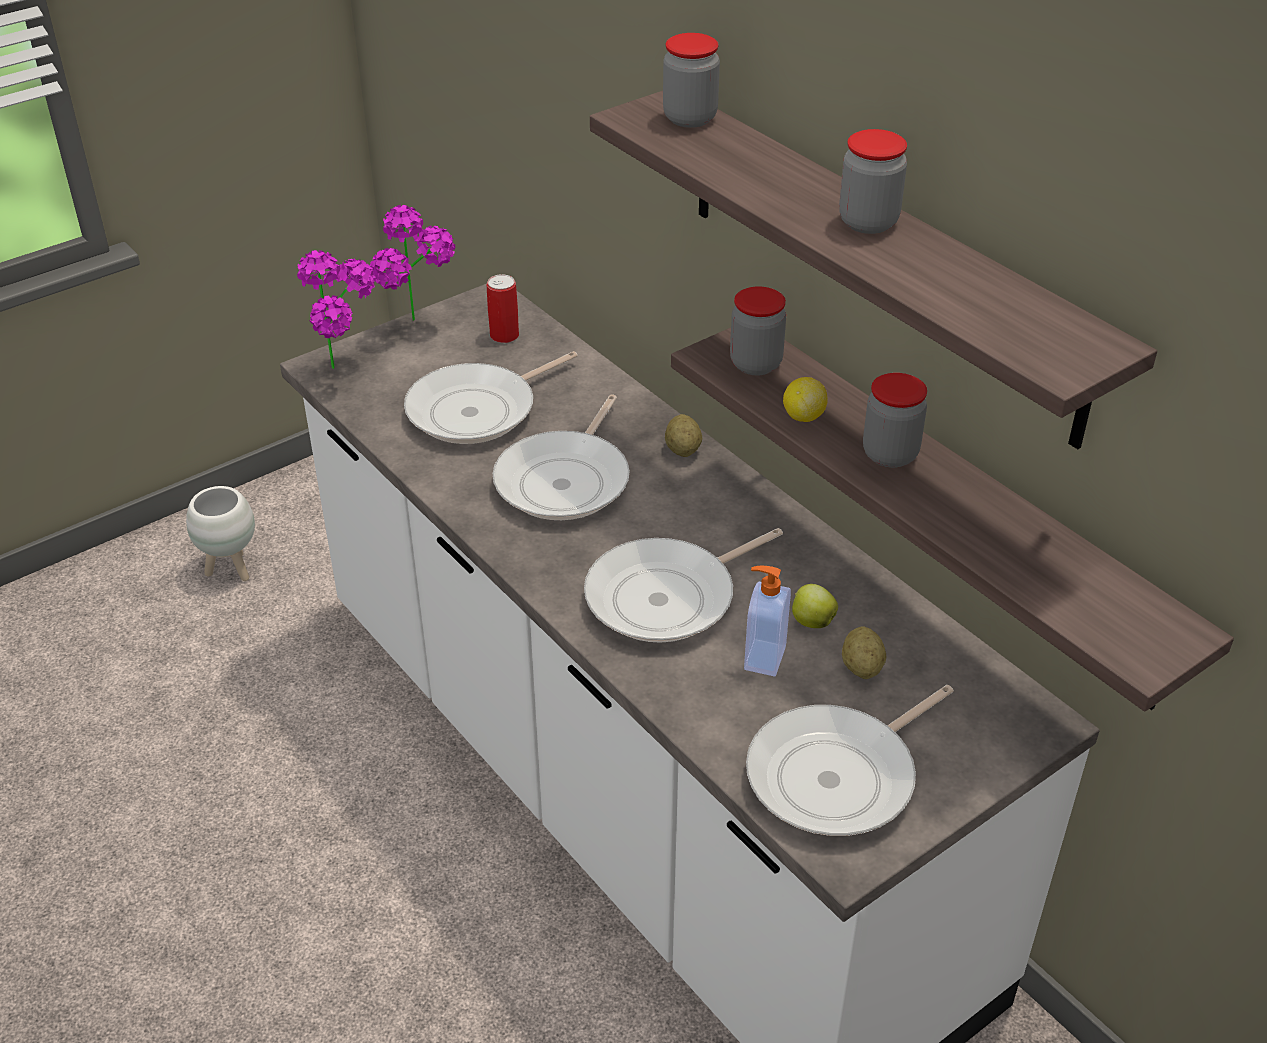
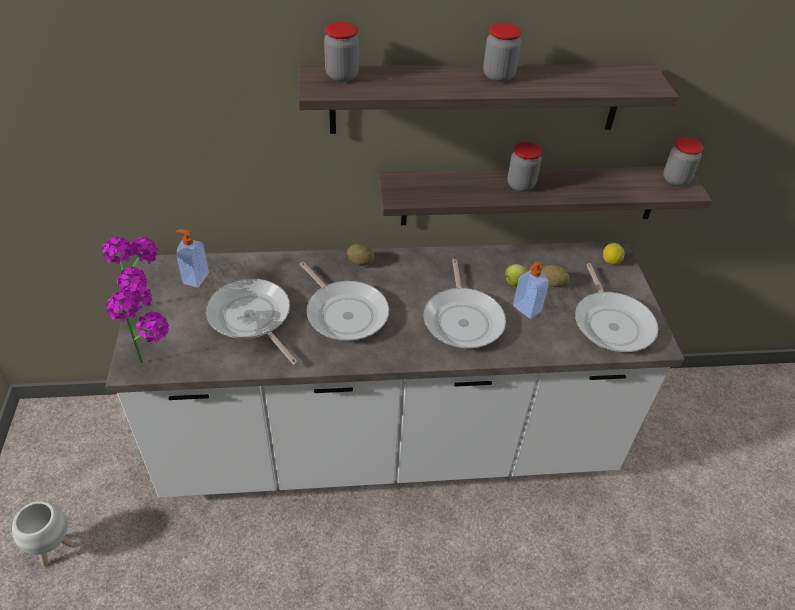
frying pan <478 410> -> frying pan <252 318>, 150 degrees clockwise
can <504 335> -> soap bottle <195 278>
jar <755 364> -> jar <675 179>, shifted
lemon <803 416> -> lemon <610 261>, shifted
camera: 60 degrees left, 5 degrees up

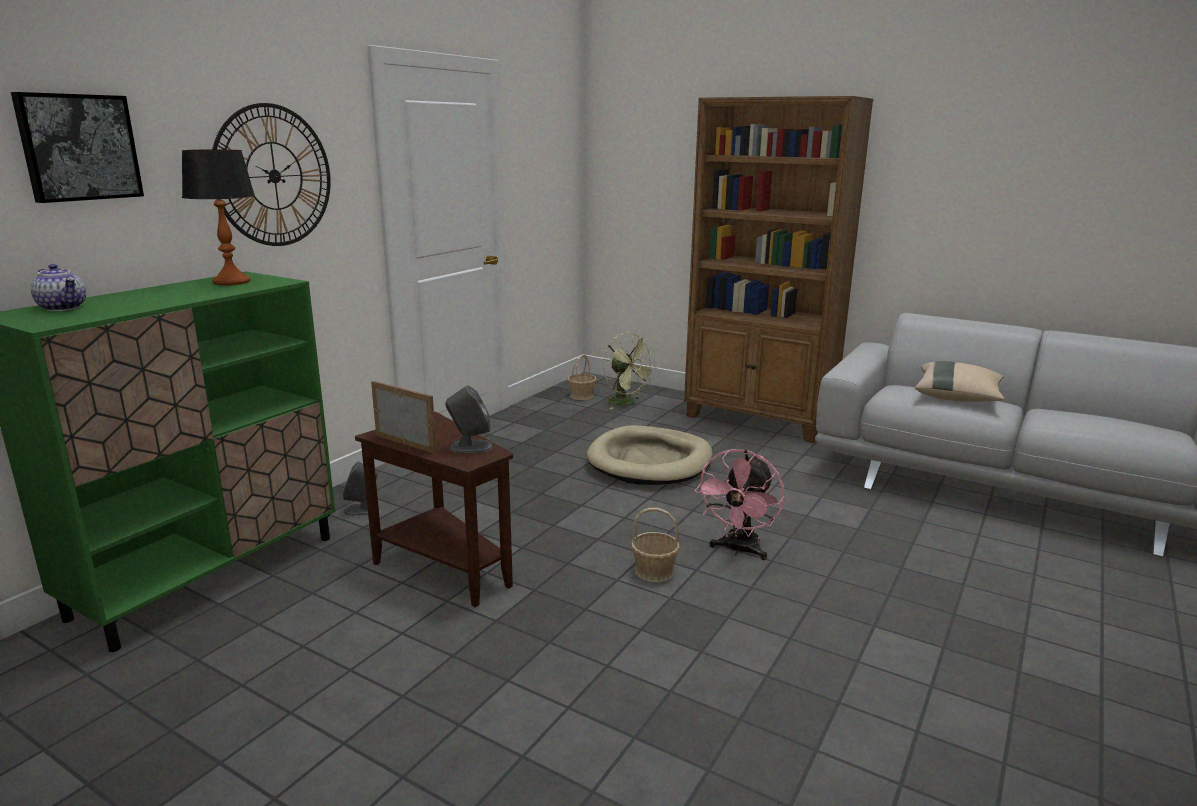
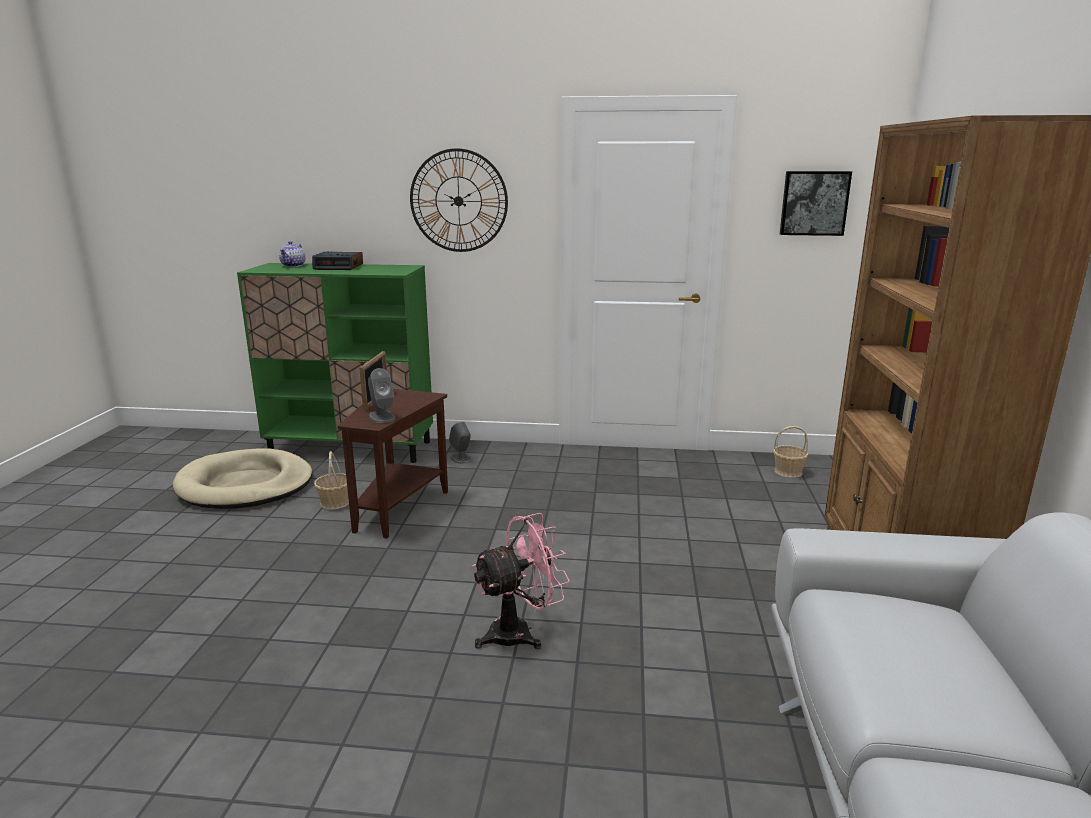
wall art <78 147> -> wall art <814 203>, shifted
tabletop lamp <231 282> -> none
beige-coloured dog cushion <650 461> -> beige-coloured dog cushion <245 485>, shifted
green fan <626 403> -> none
basket <654 571> -> basket <335 502>, shifted
pinkish fan <738 550> -> pinkish fan <520 632>, 150 degrees clockwise
beige-coloured pillow <957 398> -> none
none -> alarm clock <339 267>
camera: 65 degrees right, 0 degrees up

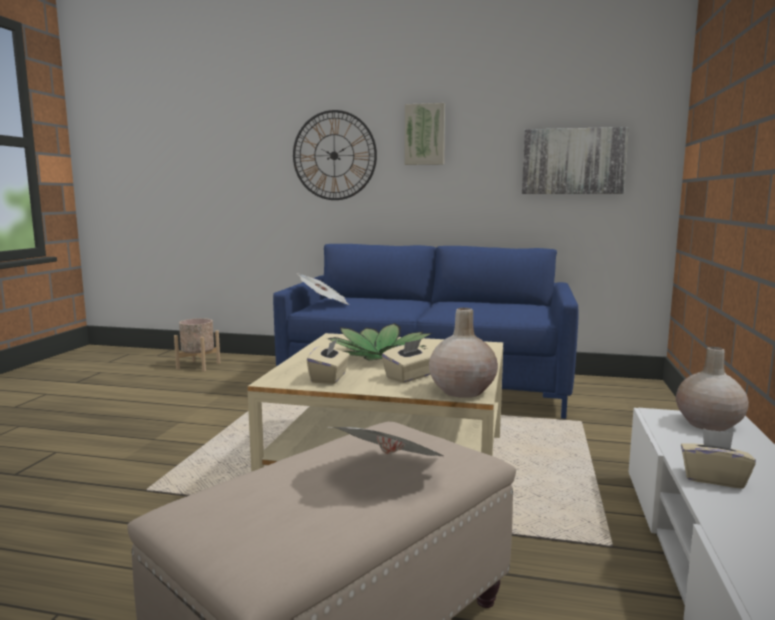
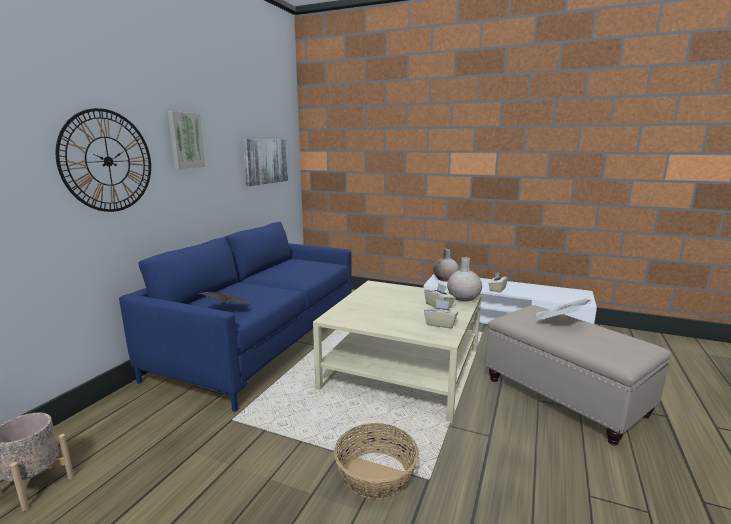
houseplant <380 355> -> none
none -> basket <375 474>
camera: 80 degrees left, 5 degrees up

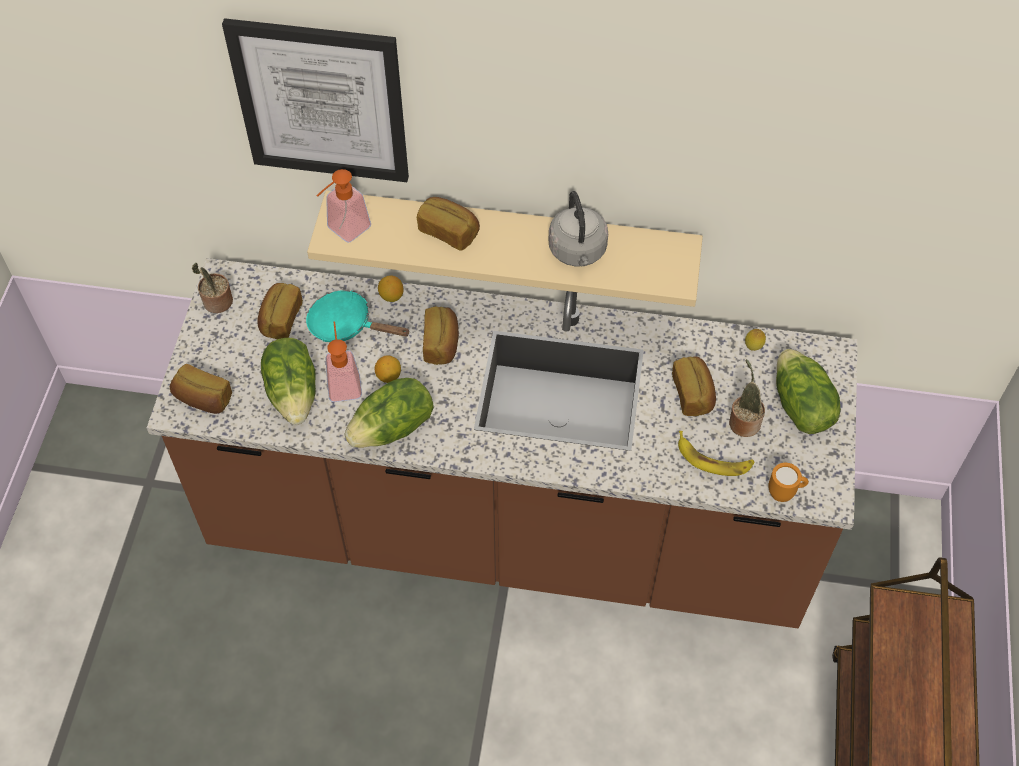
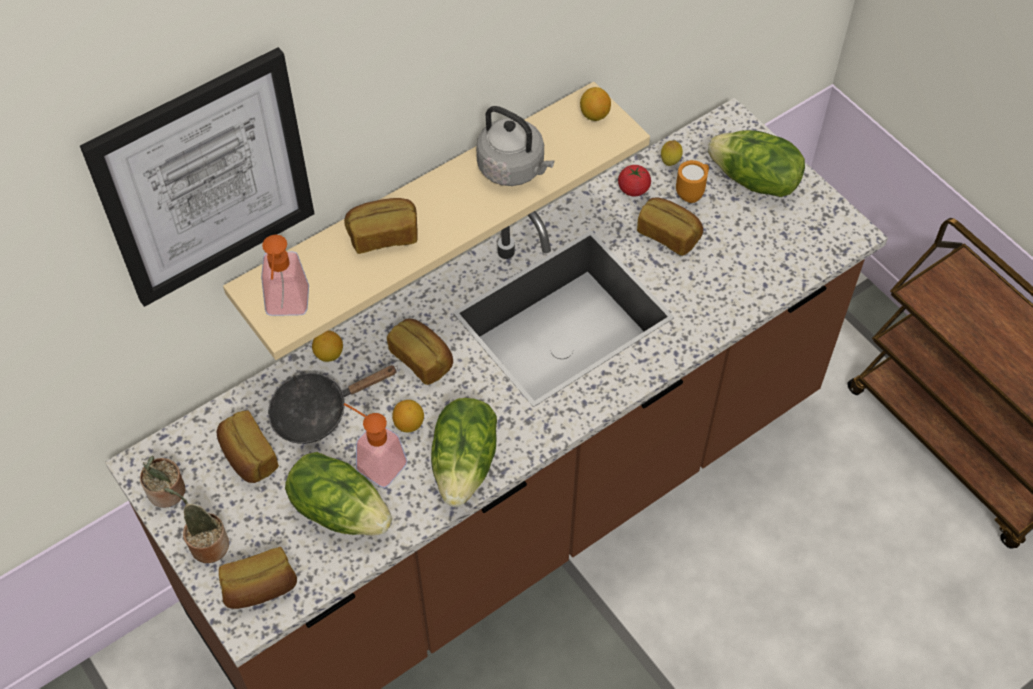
turquoise frying pan <346 325> -> black frying pan <318 412>
whole banana <713 459> -> none
houseplant <743 421> -> houseplant <207 544>, shifted
orange tea mug <785 493> -> orange tea mug <692 193>, shifted
none -> lemon <594 115>
none -> fresh tomato <633 189>
camera: 45 degrees left, 0 degrees up

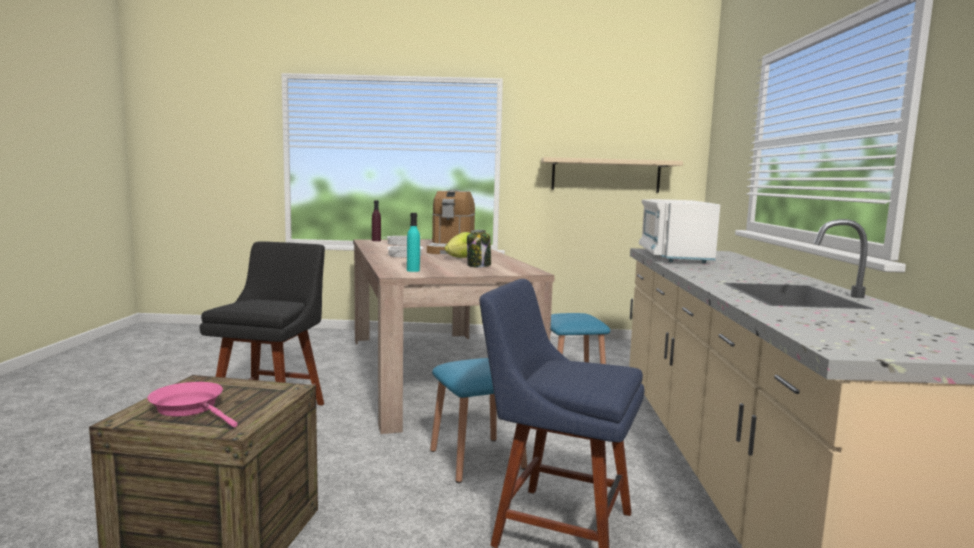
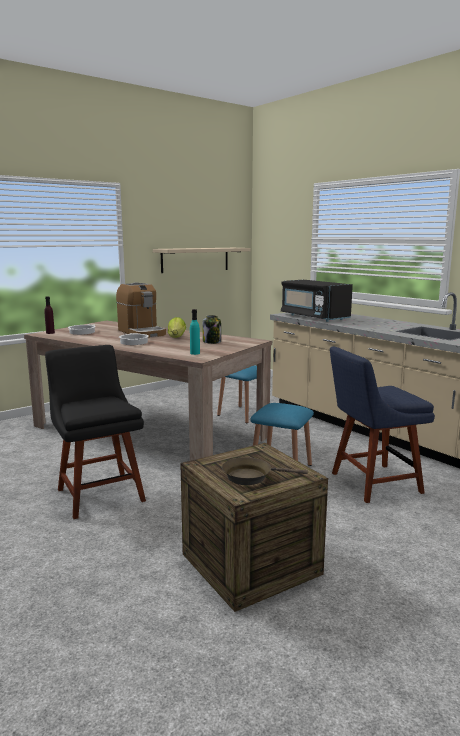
pinkish frying pan <191 408> -> brownish frying pan <251 476>
white-coloured microwave oven <674 256> -> black microwave oven <313 317>
camera: 40 degrees left, 5 degrees up

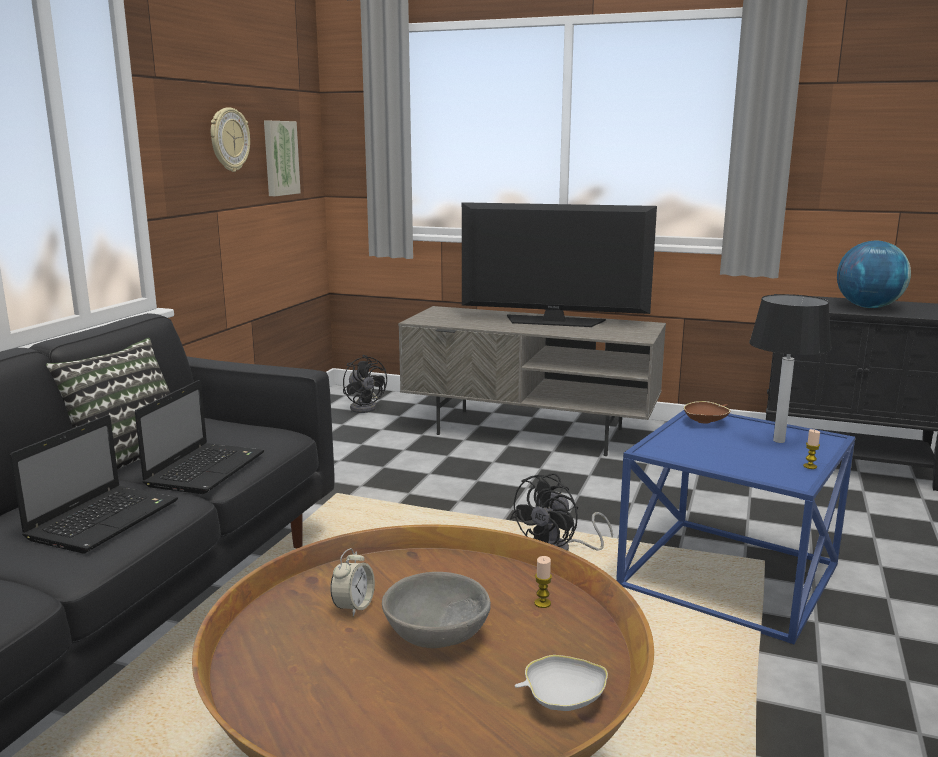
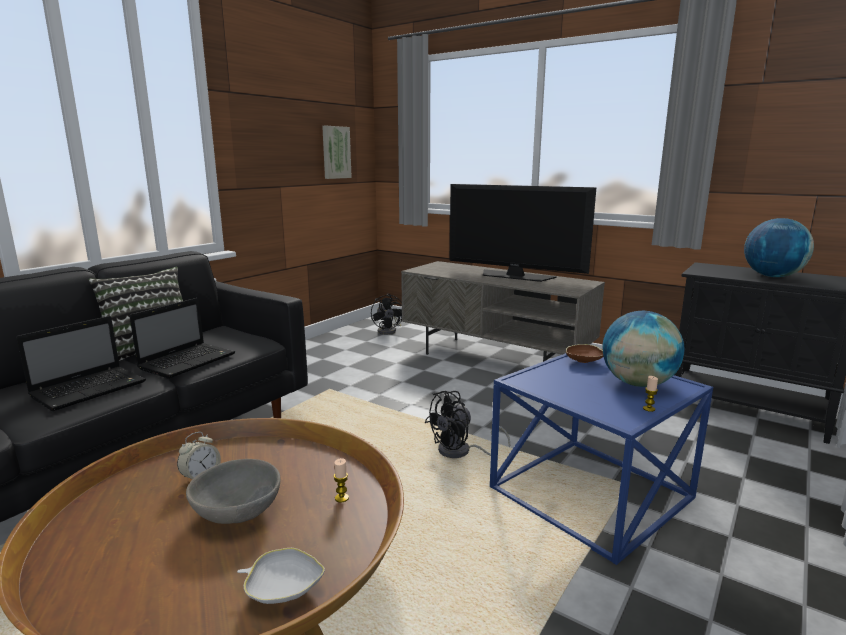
hanging clock <229 139> -> none
tabletop lamp <778 441> -> world globe <638 383>
camera: 15 degrees right, 0 degrees up

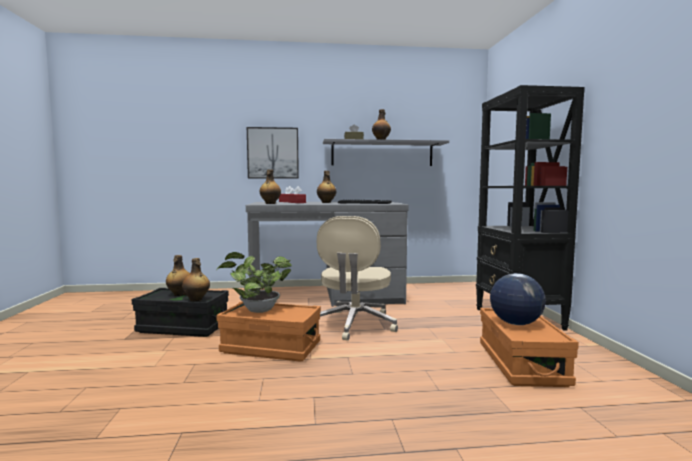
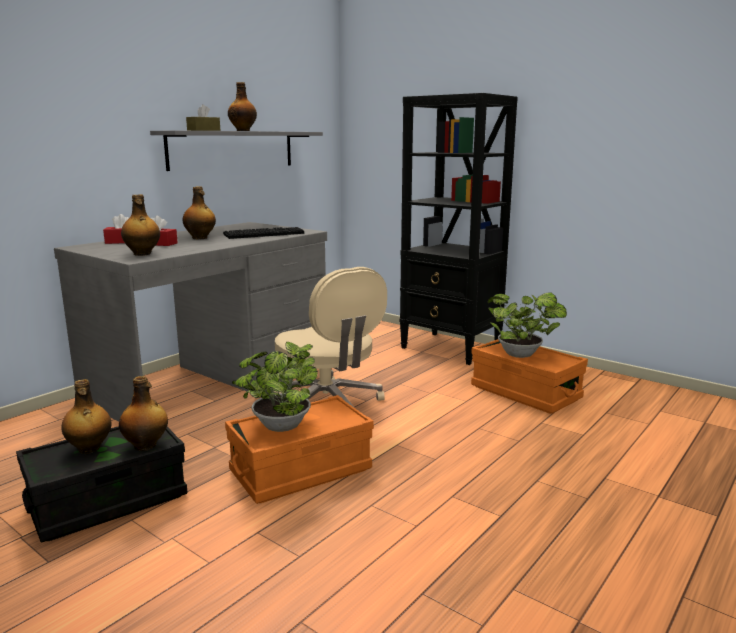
wall art <273 153> -> none
world globe <516 323> -> houseplant <522 355>
camera: 45 degrees left, 10 degrees up

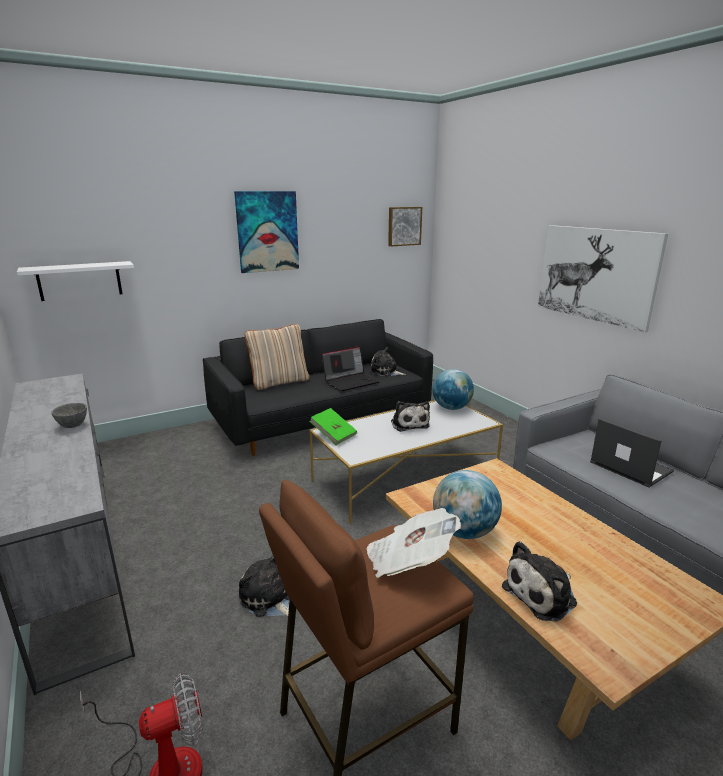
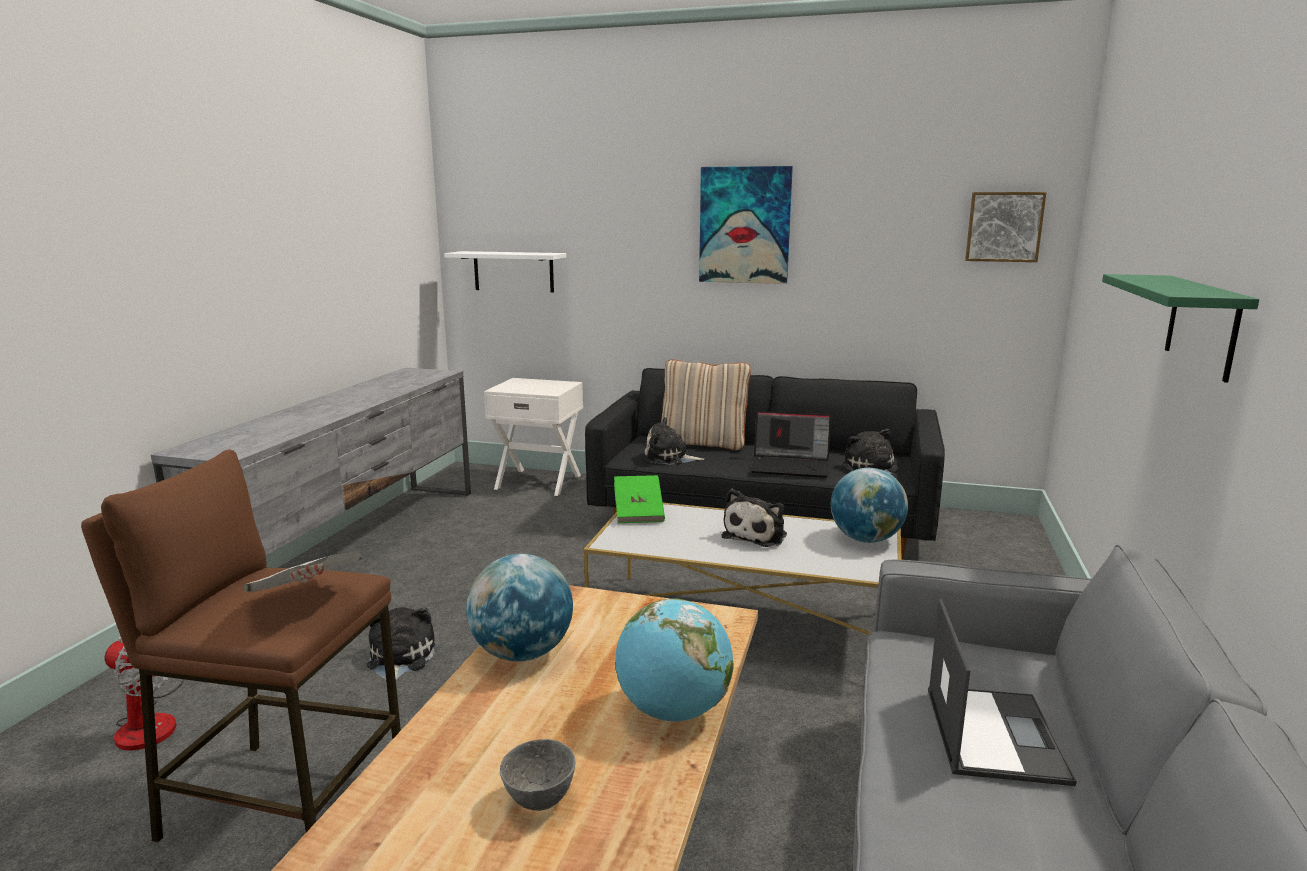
grey serving bowl <73 426> -> grey serving bowl <541 801>, shifted
soft toy <542 594> -> soft toy <669 458>, shifted
wall art <595 274> -> green wall shelf <1202 325>
none -> white-coloured bedside table <539 481>
none -> world globe <673 711>
camera: 45 degrees right, 5 degrees down

